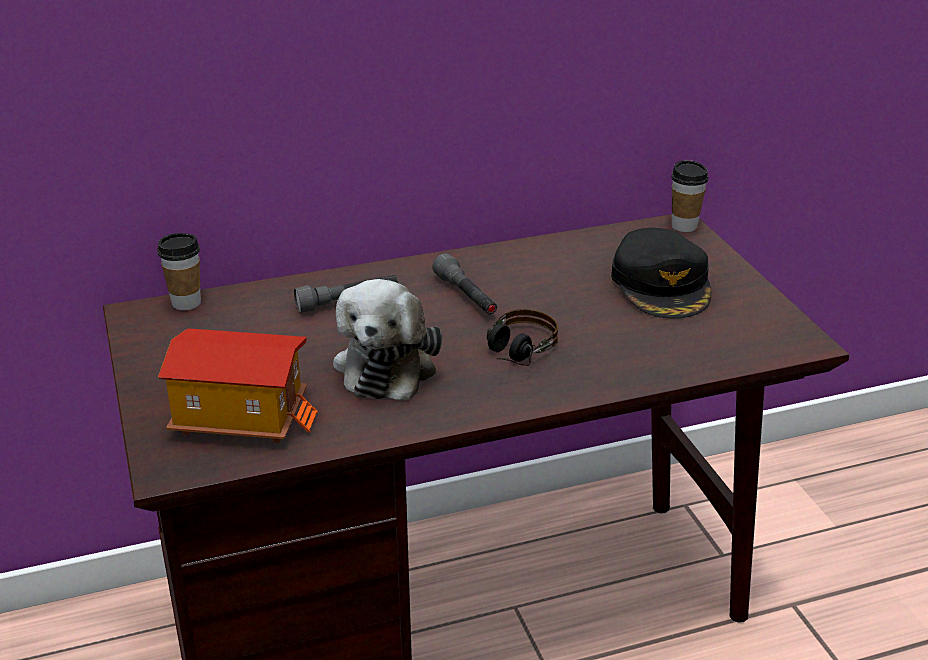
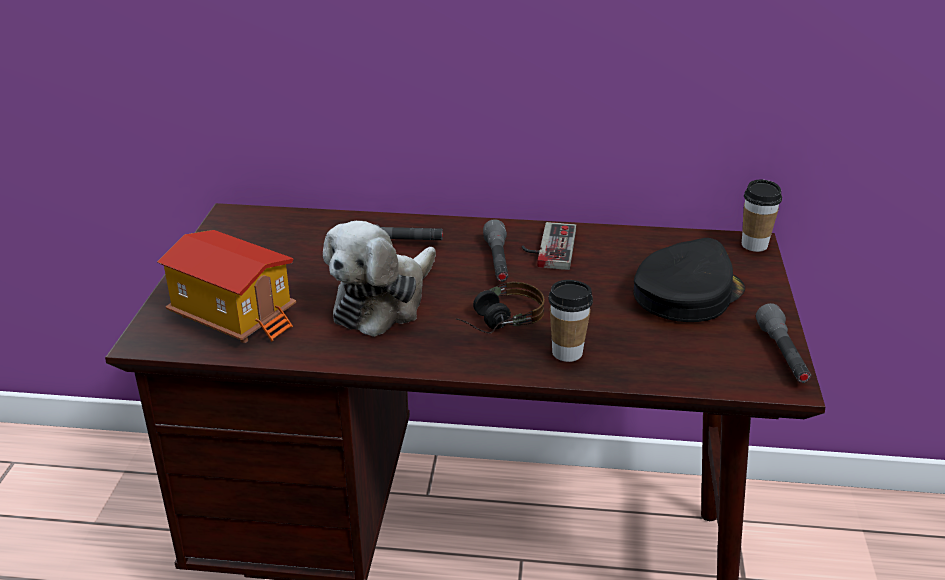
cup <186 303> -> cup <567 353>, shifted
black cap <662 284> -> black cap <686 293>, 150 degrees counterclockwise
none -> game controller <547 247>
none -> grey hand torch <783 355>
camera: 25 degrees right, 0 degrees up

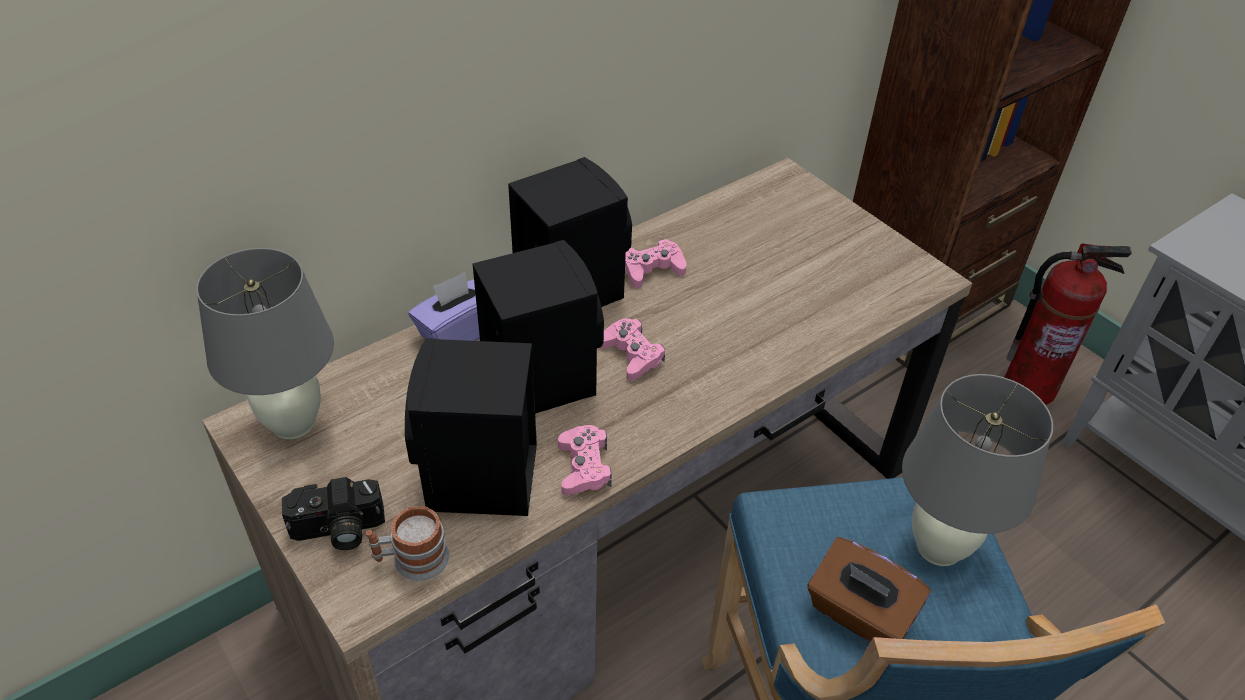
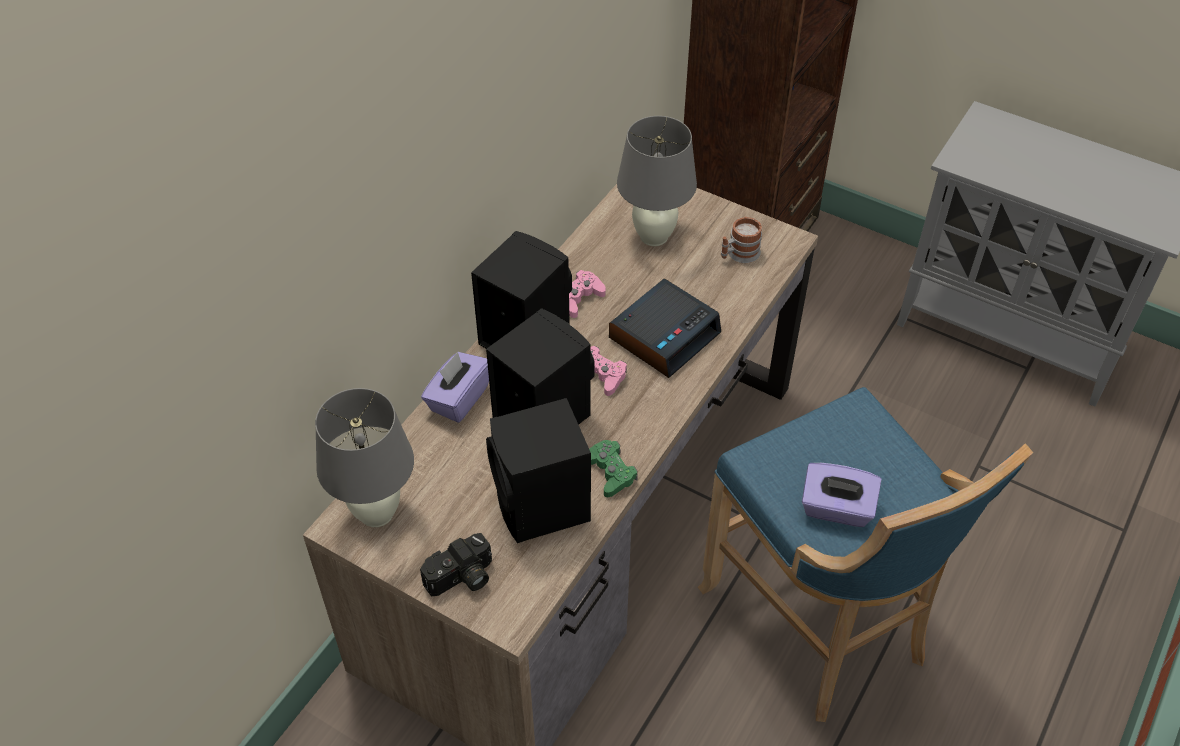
tea mug <412 560> -> tea mug <739 254>, shifted
pinkish game controller <584 467> -> green game controller <610 472>
brownish tissue box <859 613> -> purplish tissue box <836 509>
grey tabletop lamp <939 548> -> grey tabletop lamp <654 236>, shifted
extinguisher <1029 387> -> none
none -> alarm clock <664 335>
camera: 20 degrees left, 5 degrees up

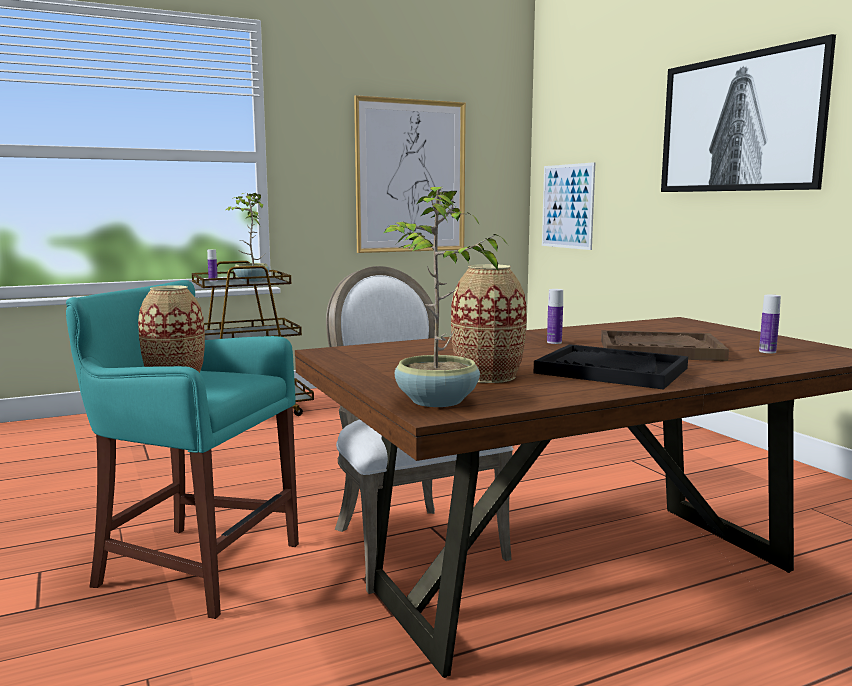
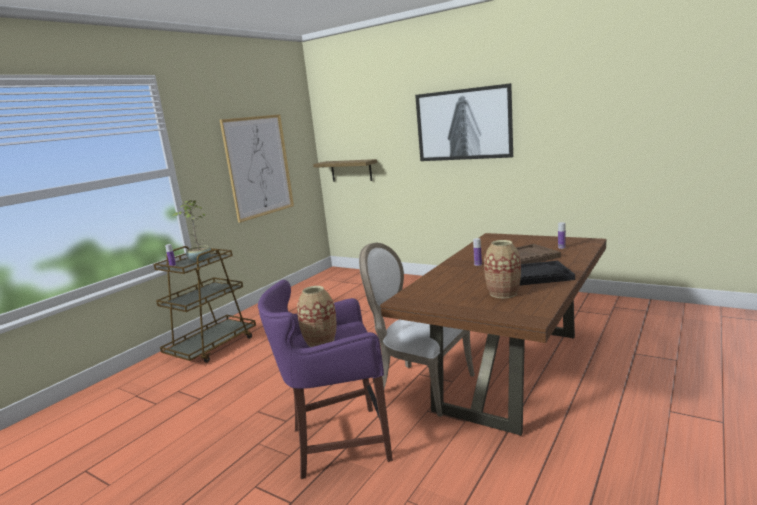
turquoise sitting stool <192 565> -> purplish sitting stool <336 443>
houseplant <436 402> -> none
wall art <567 206> -> wall shelf <351 170>
camera: 30 degrees left, 5 degrees up

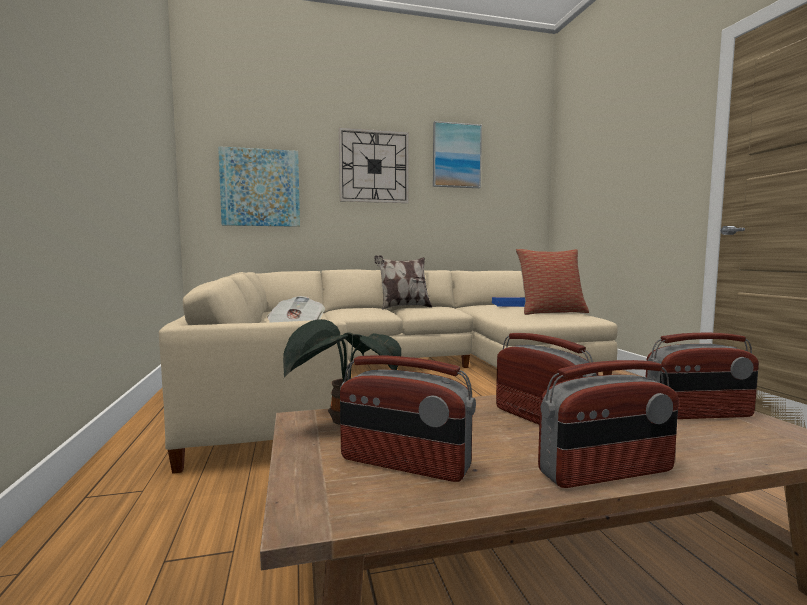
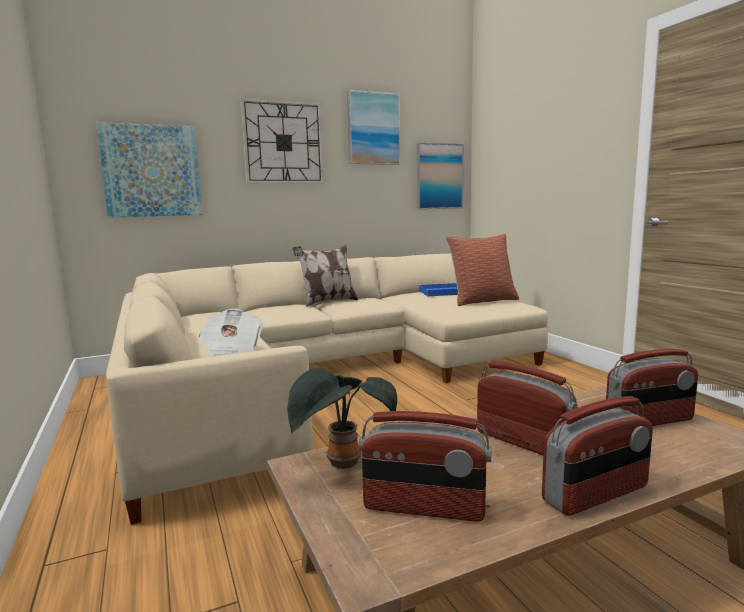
none -> wall art <439 176>
camera: 10 degrees left, 5 degrees up

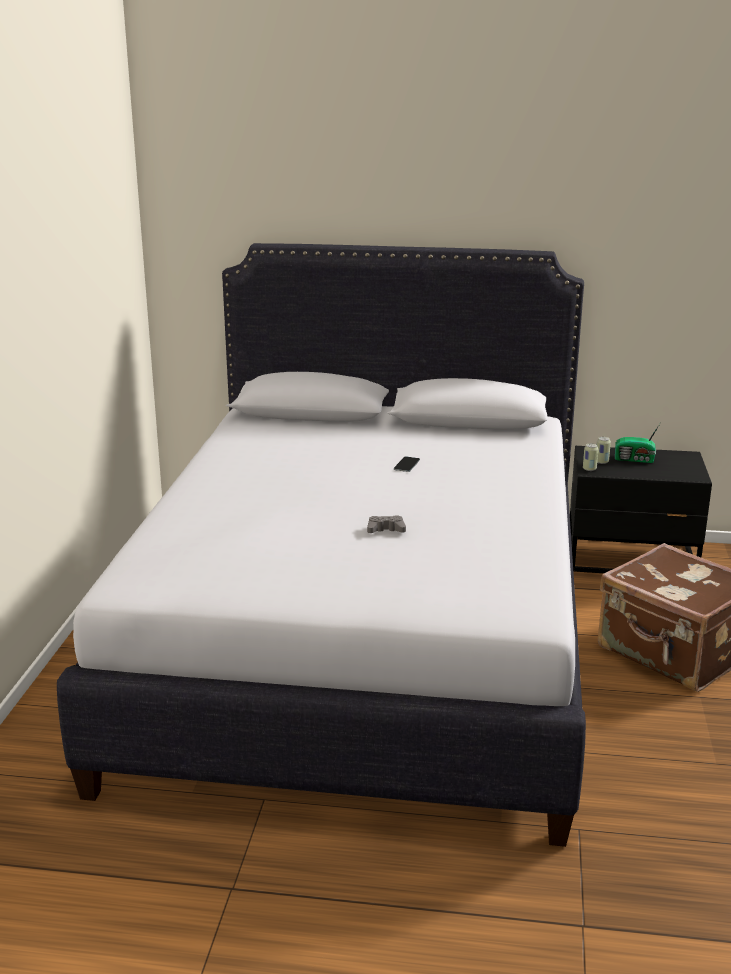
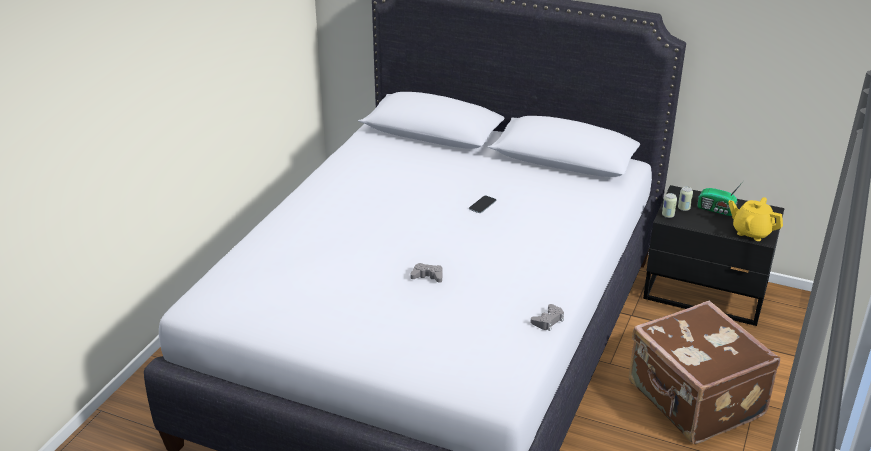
none -> grey game controller <548 321>
none -> yellow-coloured teapot <751 232>
camera: 15 degrees right, 10 degrees up

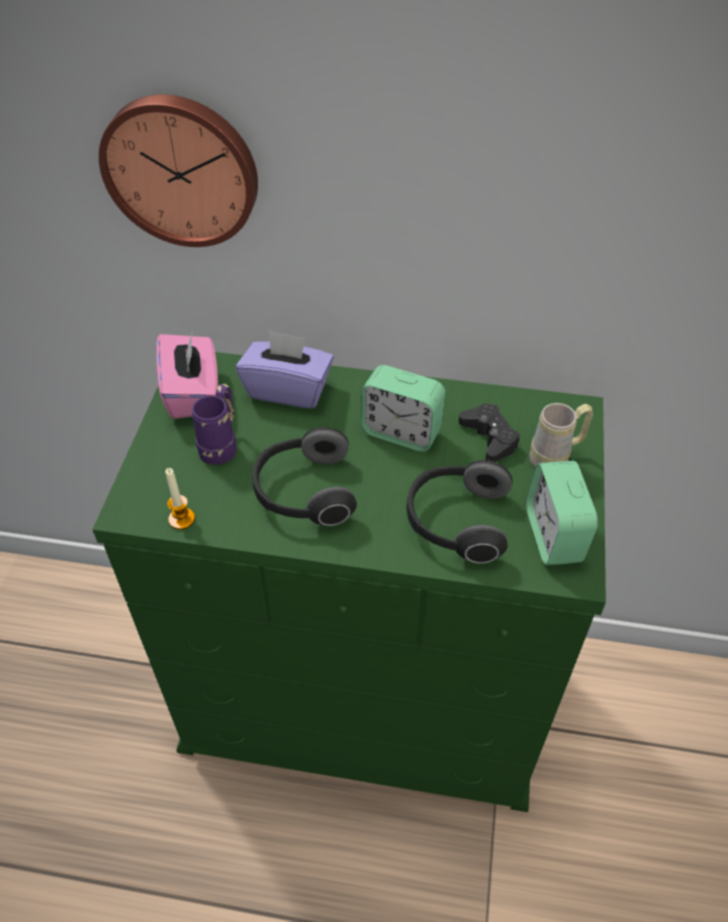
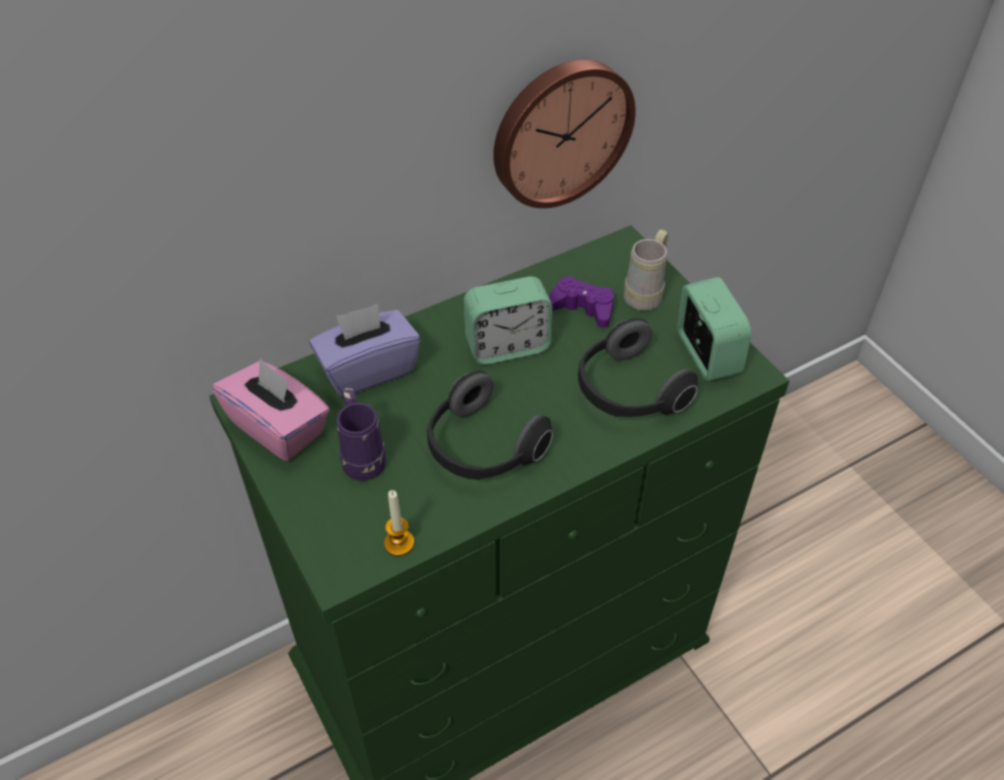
hanging clock <182 169> -> hanging clock <560 131>, shifted
black game controller <489 437> -> purplish game controller <582 308>
alarm clock <553 535> -> alarm clock <706 355>, 150 degrees counterclockwise
camera: 40 degrees left, 0 degrees up

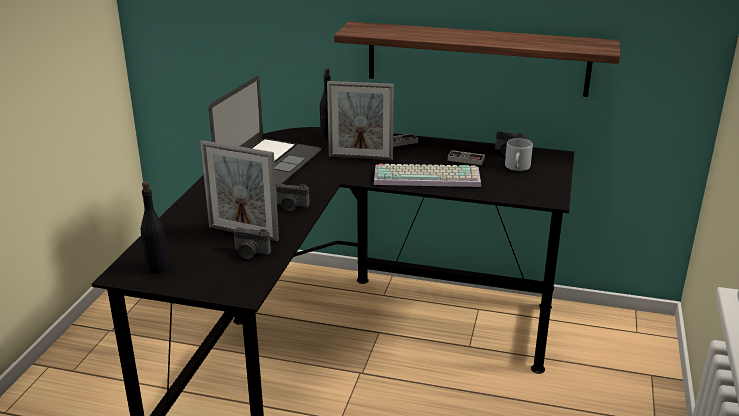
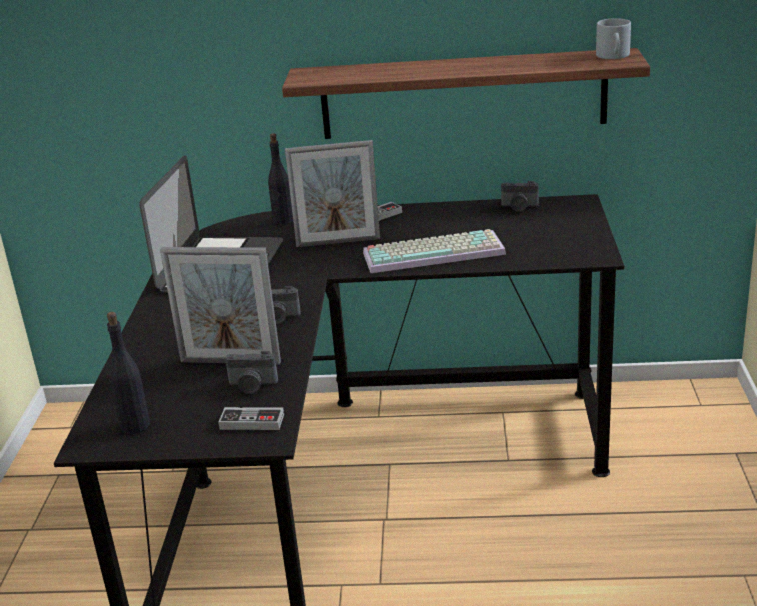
game controller <466 160> -> game controller <252 422>, shifted
grey tea mug <517 167> -> grey tea mug <614 56>, shifted
camera: 10 degrees left, 0 degrees up

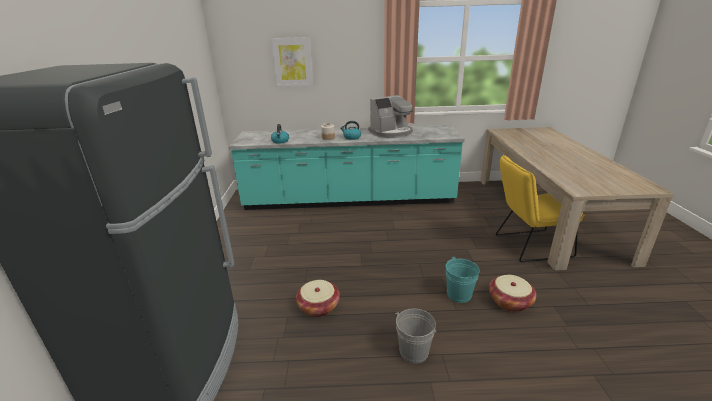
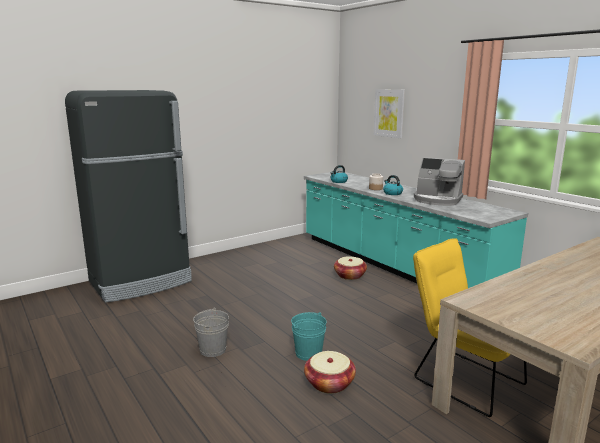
basket <318 307> -> basket <350 275>, shifted
camera: 55 degrees right, 10 degrees down

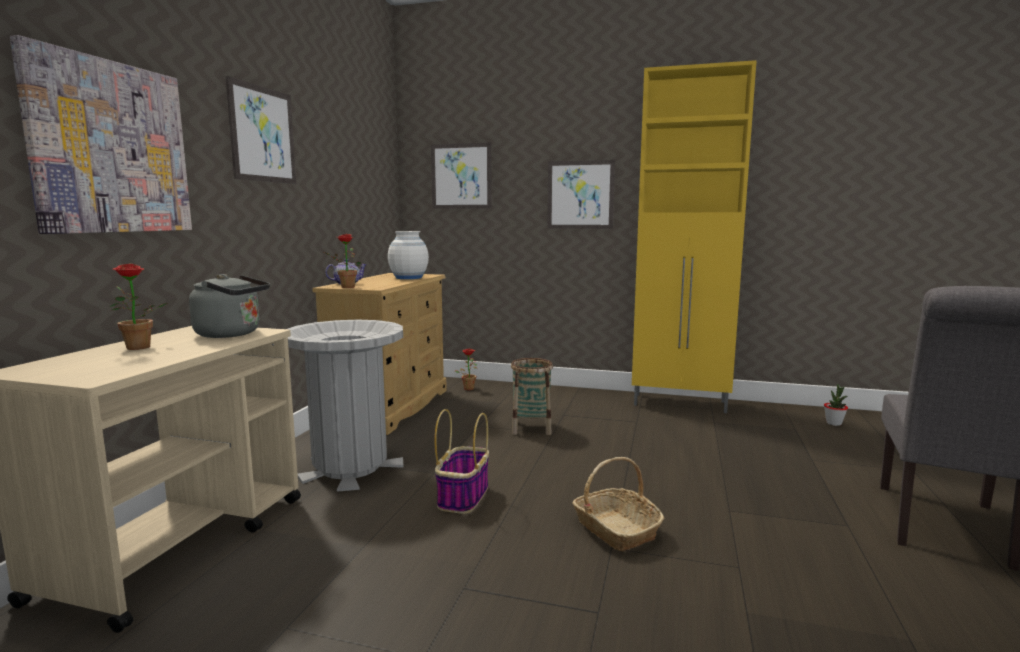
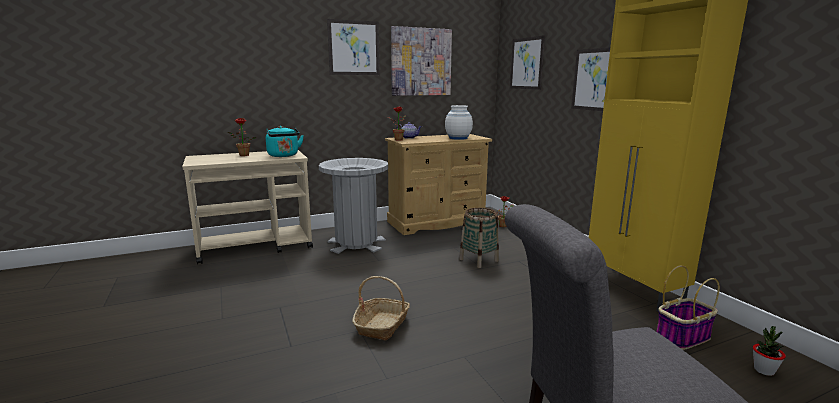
wall art <111 148> -> wall art <421 62>, shifted
grey kettle <232 334> -> turquoise kettle <284 156>
basket <463 496> -> basket <682 337>, shifted
camera: 50 degrees right, 5 degrees up

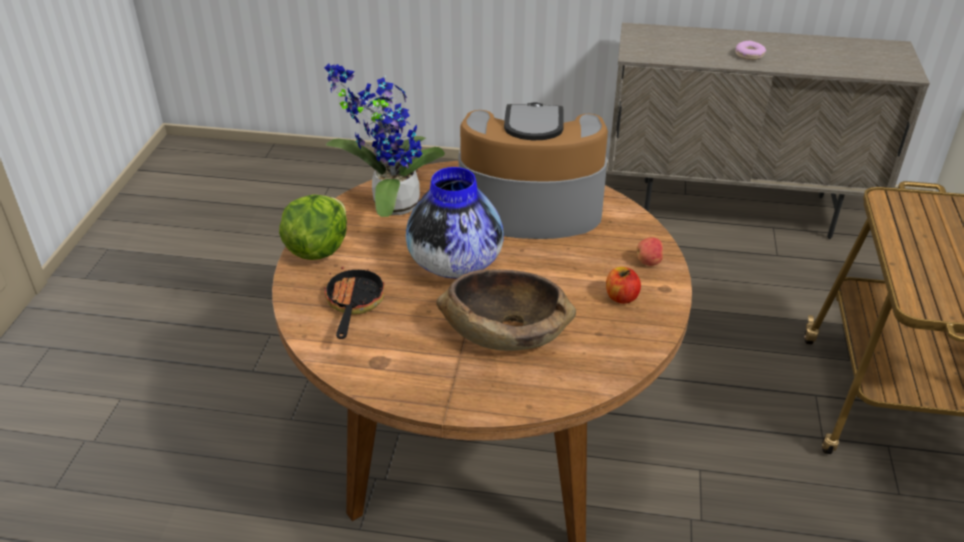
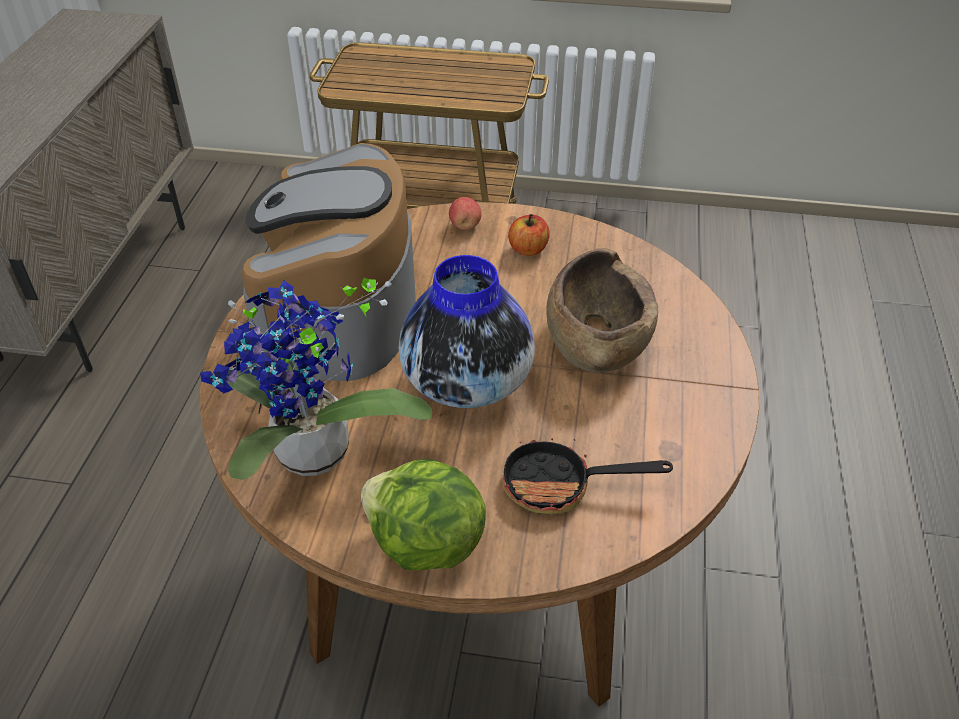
doughnut <749 55> -> none
camera: 90 degrees left, 5 degrees up

